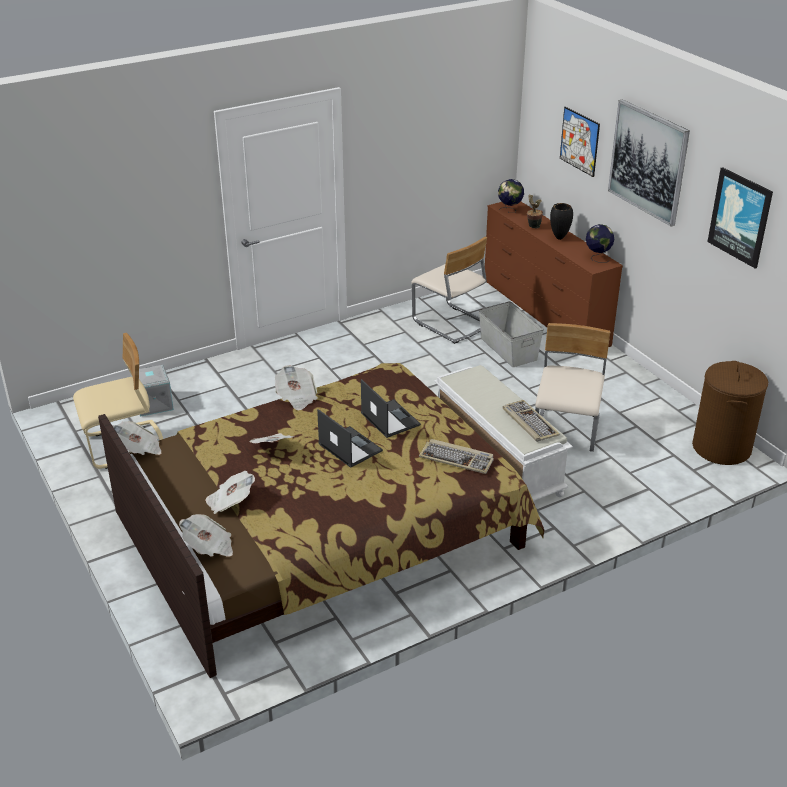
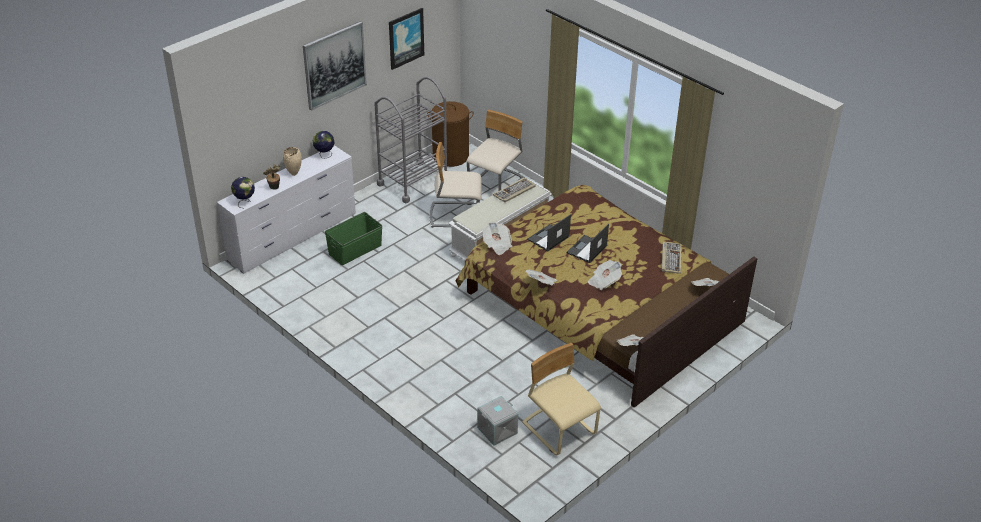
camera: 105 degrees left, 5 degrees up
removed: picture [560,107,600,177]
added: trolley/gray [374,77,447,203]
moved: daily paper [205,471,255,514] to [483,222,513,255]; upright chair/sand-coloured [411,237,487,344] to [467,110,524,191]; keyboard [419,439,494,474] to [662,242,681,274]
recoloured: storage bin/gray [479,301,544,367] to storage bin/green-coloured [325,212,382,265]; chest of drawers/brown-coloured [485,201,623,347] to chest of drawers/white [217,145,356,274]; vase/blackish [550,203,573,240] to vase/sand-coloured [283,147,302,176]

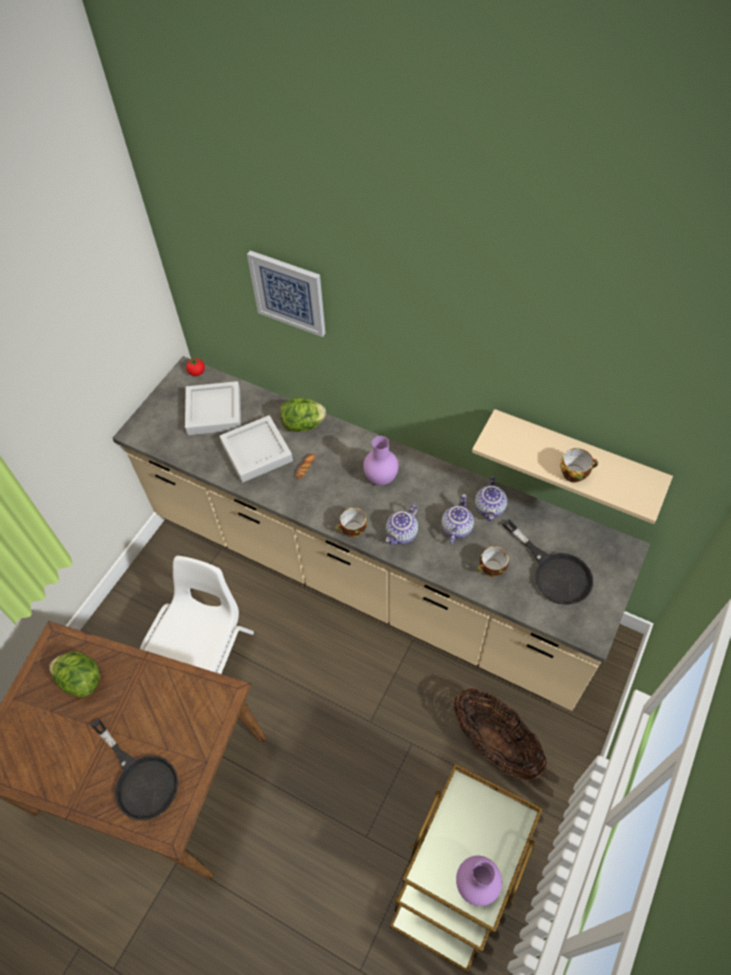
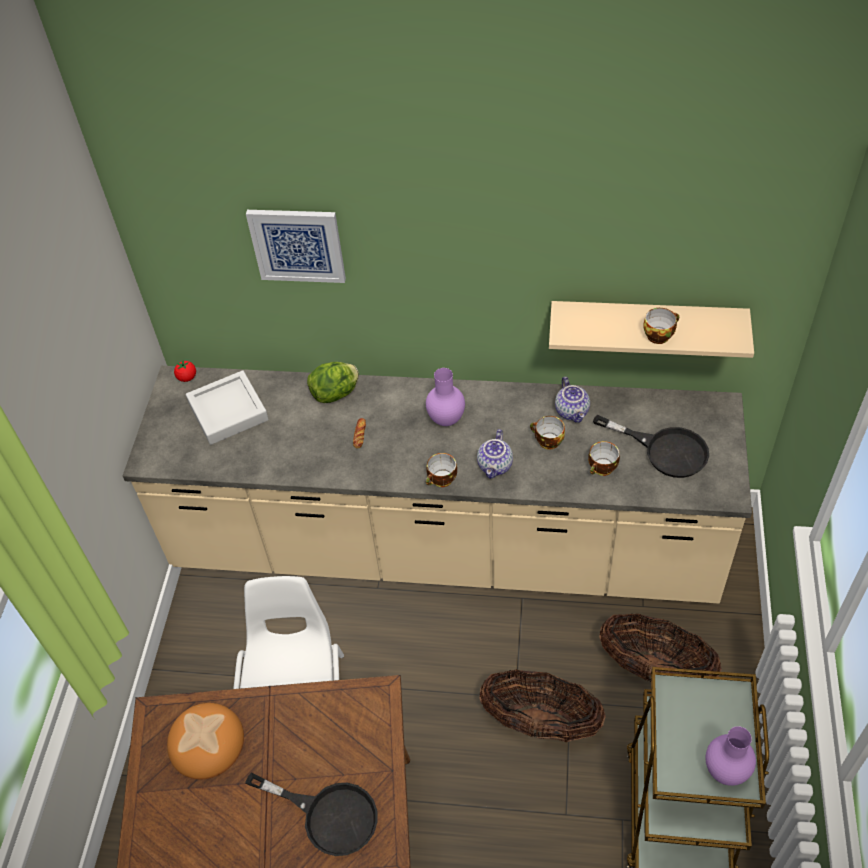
camera: 20 degrees left, 5 degrees down
removed: serving tray/gray [219,415,293,483]
added: basket [479,669,606,742]
replaced: lettuce head [49,652,100,698] to baked bread [167,703,244,779]; pot for tea [441,494,474,544] to small cup [530,416,565,450]

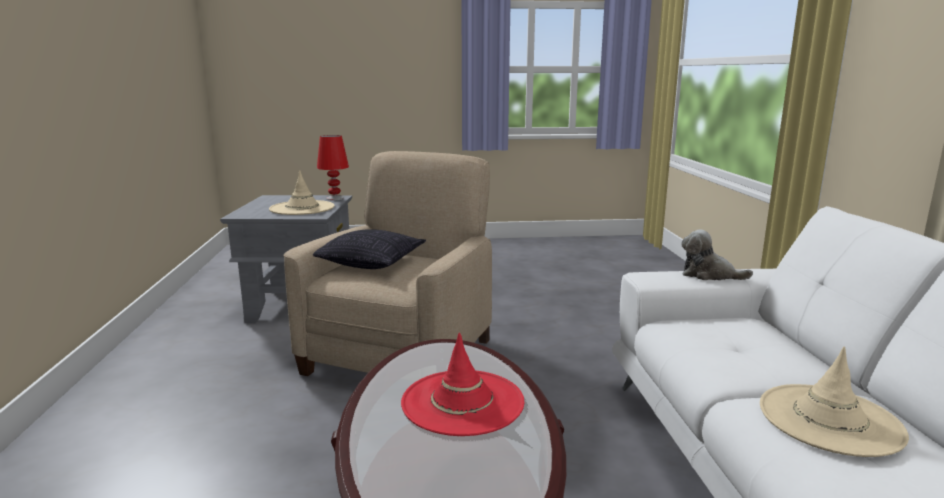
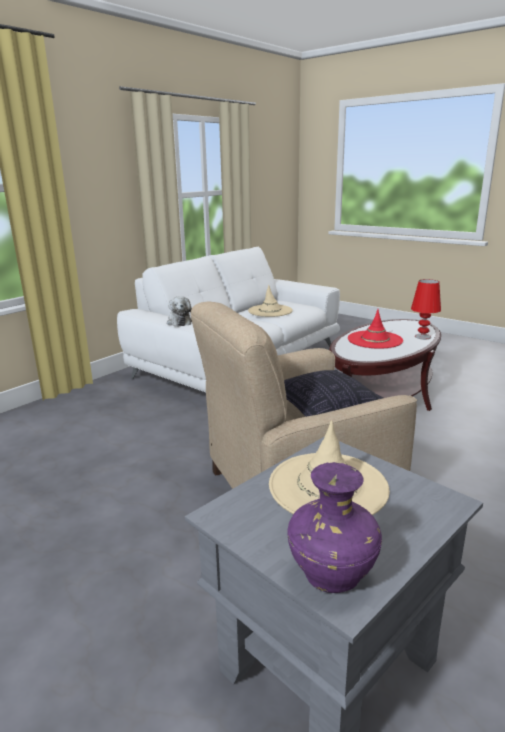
camera: 135 degrees left, 5 degrees up
added: vase/purple [287,462,382,593]
moved: tabletop lamp/red [317,135,349,200] to [411,279,441,340]

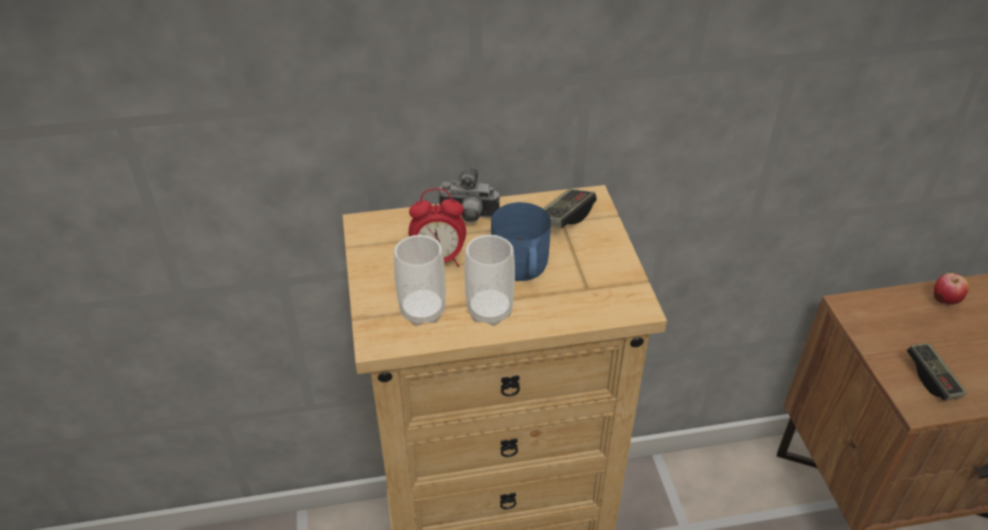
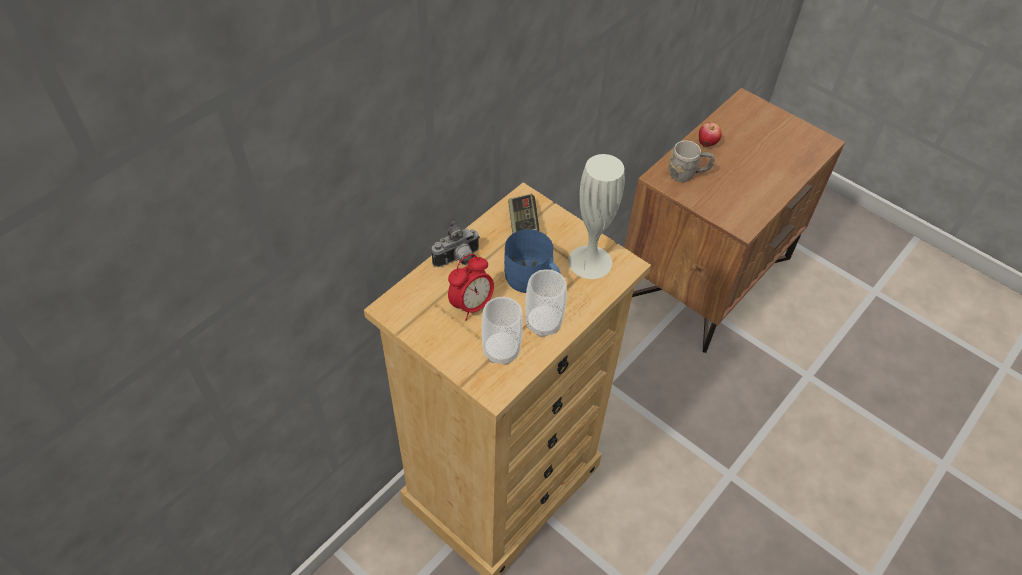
camera: 40 degrees left, 10 degrees up
removed: game controller [907,343,967,401]
added: vase/white [568,154,625,279]; tea mug/gray [668,140,715,182]

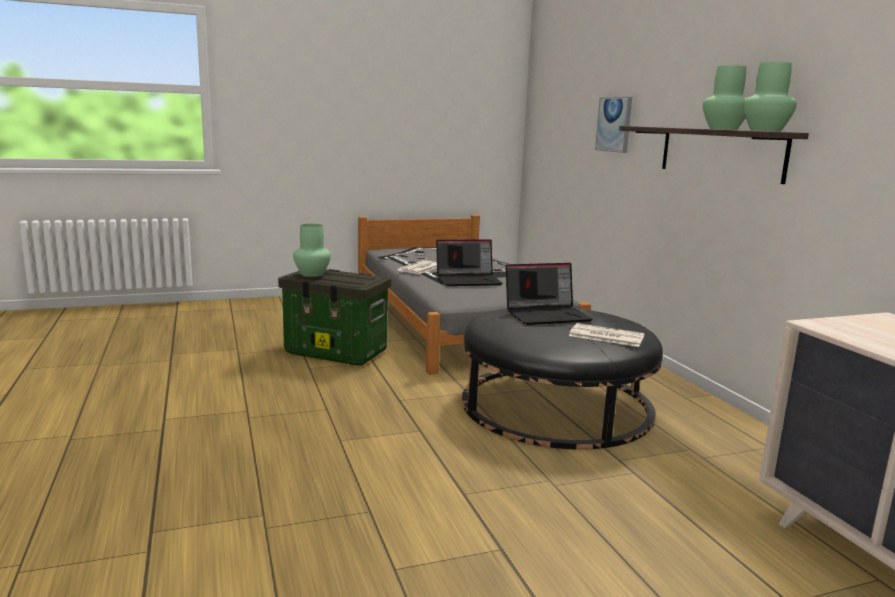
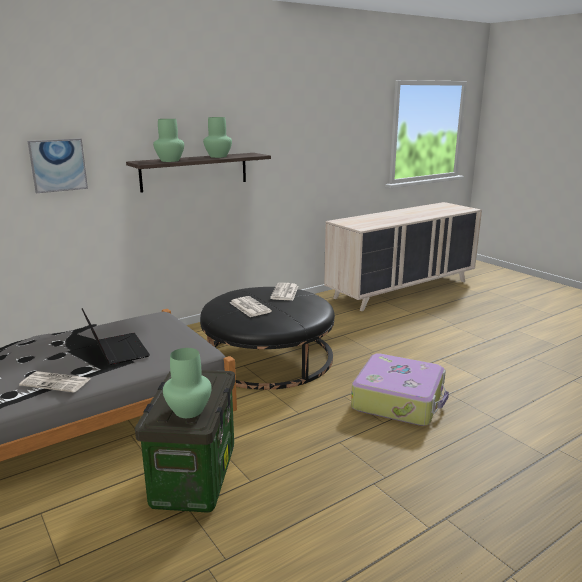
camera: 105 degrees left, 5 degrees up
added: travel case [351,353,449,426]
moved: vase/green-coloured [743,62,797,132] to [153,119,184,162]
replaced: laptop [506,263,593,325] to daily paper [230,296,272,317]

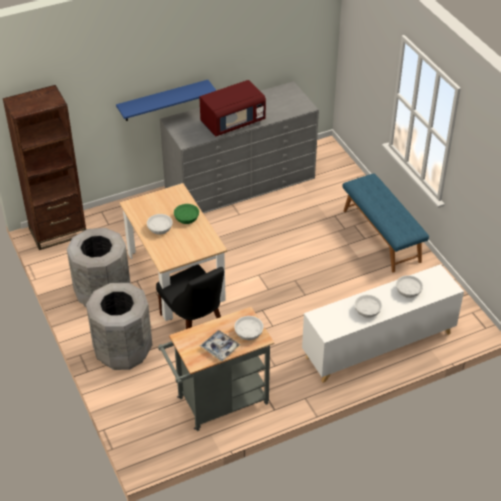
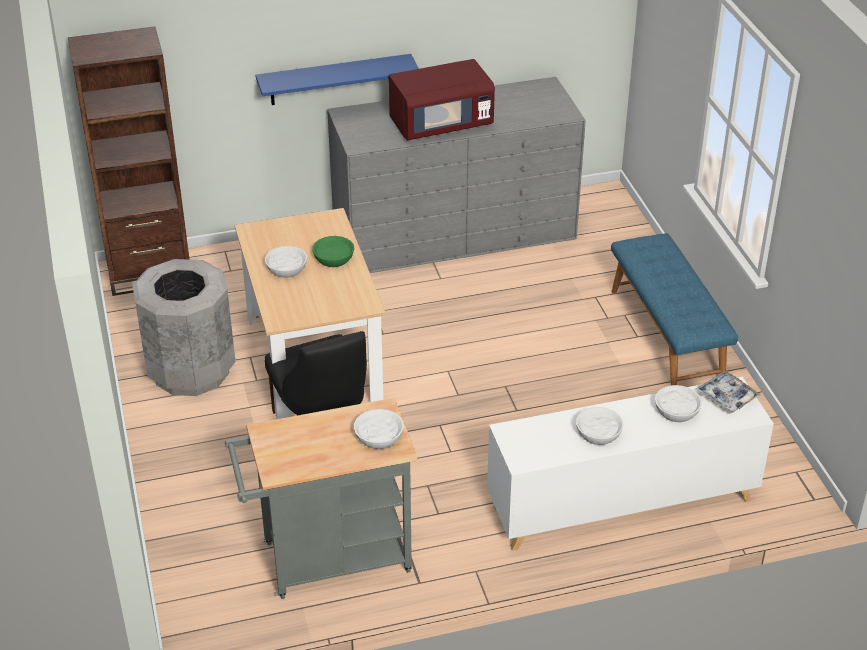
camera: 10 degrees right, 5 degrees down
removed: waste bin/gray [86,283,152,370]
moved: serving tray [200,330,241,361] to [696,371,761,413]

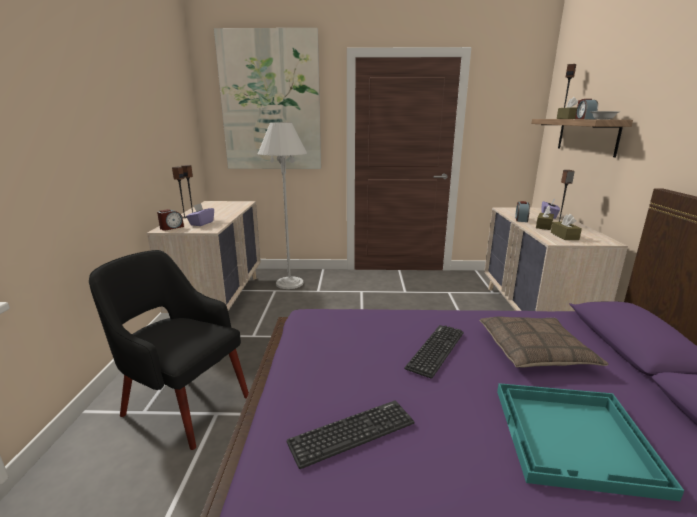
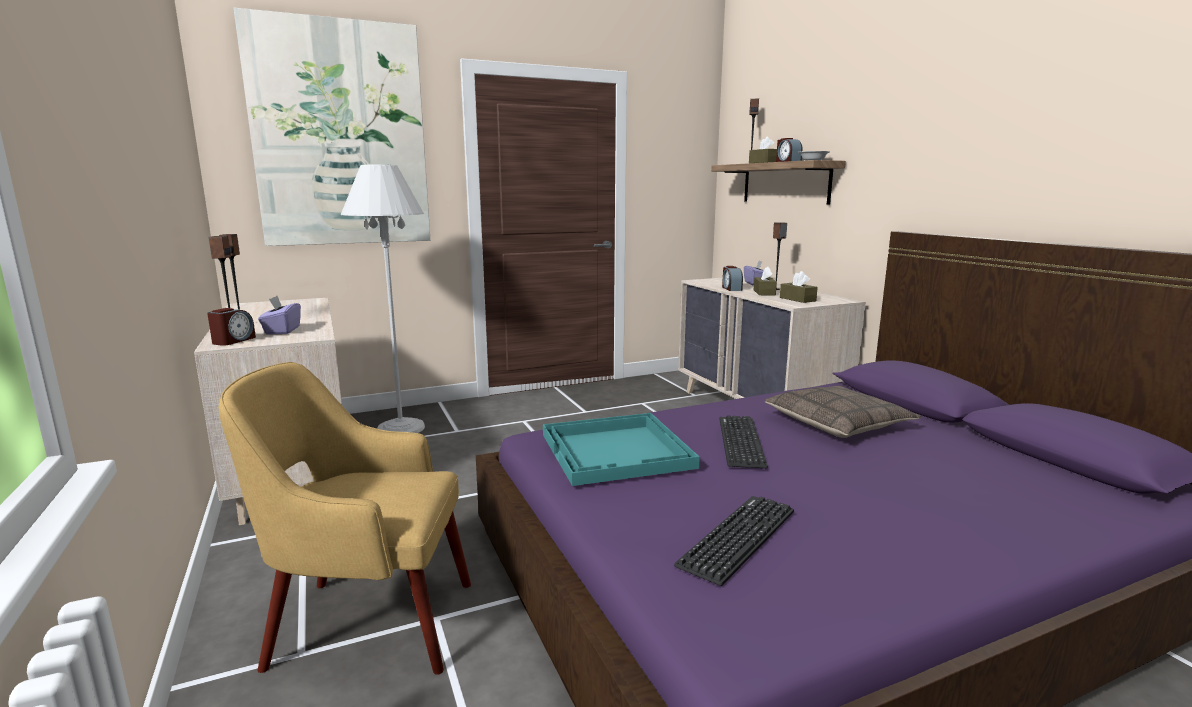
camera: 25 degrees left, 5 degrees down
moved: serving tray/turquoise [497,383,684,501] to [543,413,700,486]
recoloured: lounge chair/blackish [89,250,249,450] to lounge chair/yellow-coloured [219,362,471,675]

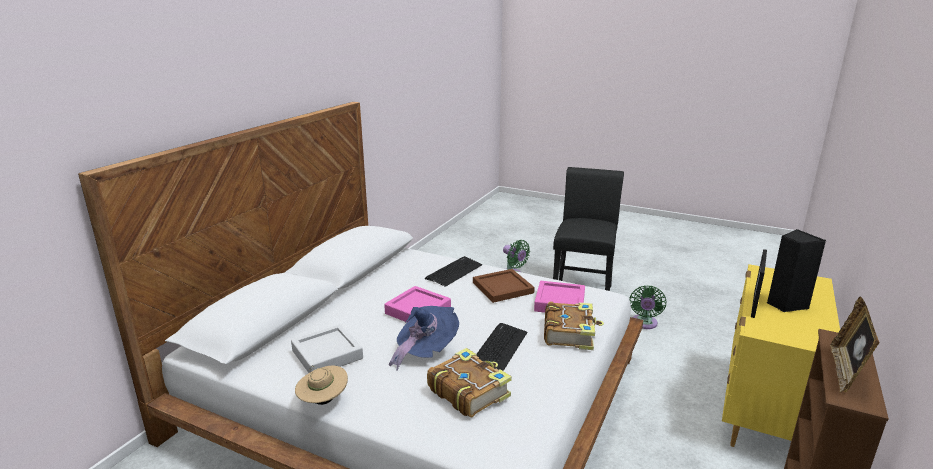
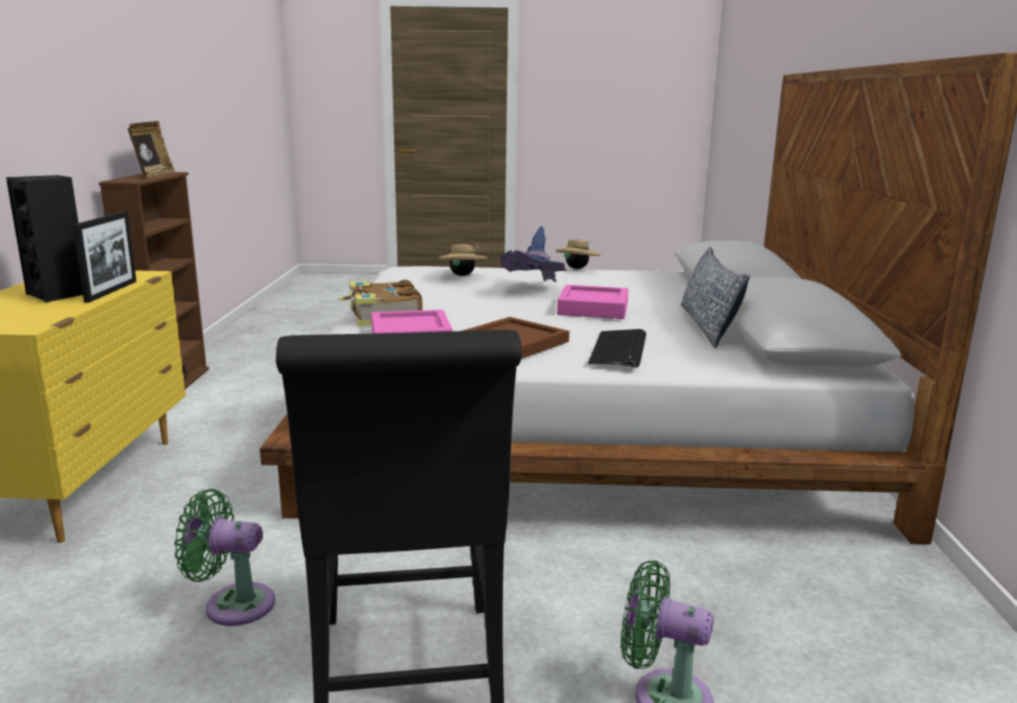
camera: 155 degrees right, 5 degrees down
removed: serving tray/gray [291,324,363,373]; keyboard [477,323,527,371]
added: cushion [681,247,750,348]
replaced: bound book [427,348,512,417] to hat/sand-coloured [439,243,487,276]
turned: cooling fan/green-coloured [630,285,666,329] = [174,489,275,626] 75 degrees counterclockwise

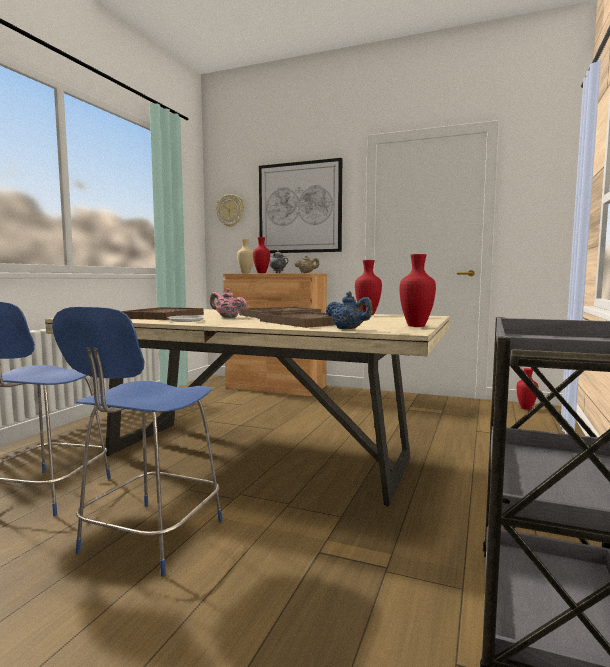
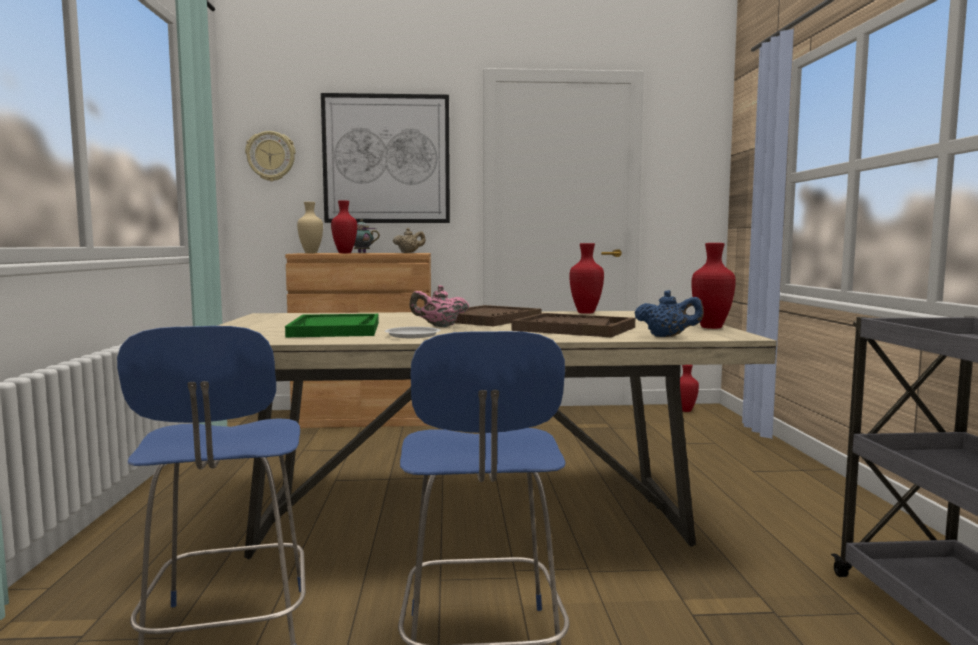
camera: 25 degrees left, 0 degrees up
recoloured: serving tray/brown-coloured [121,307,204,320] to serving tray/green-coloured [285,314,379,337]

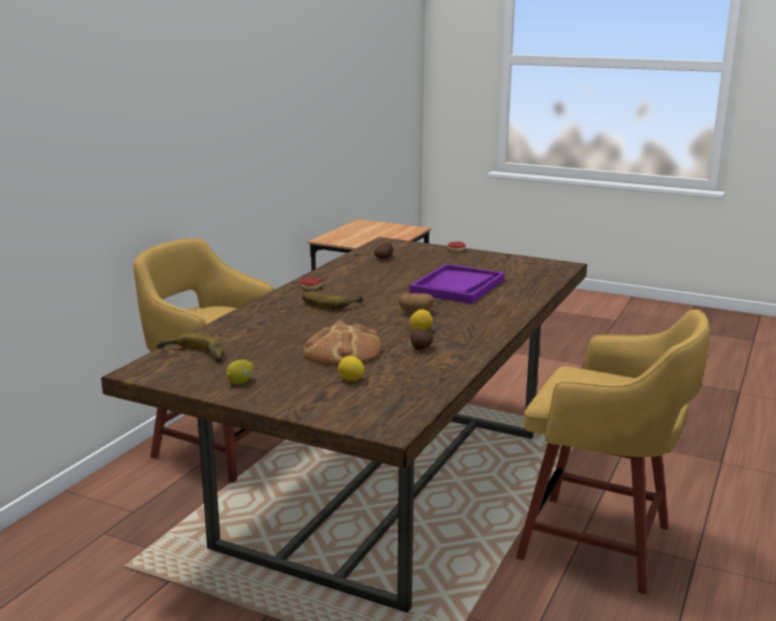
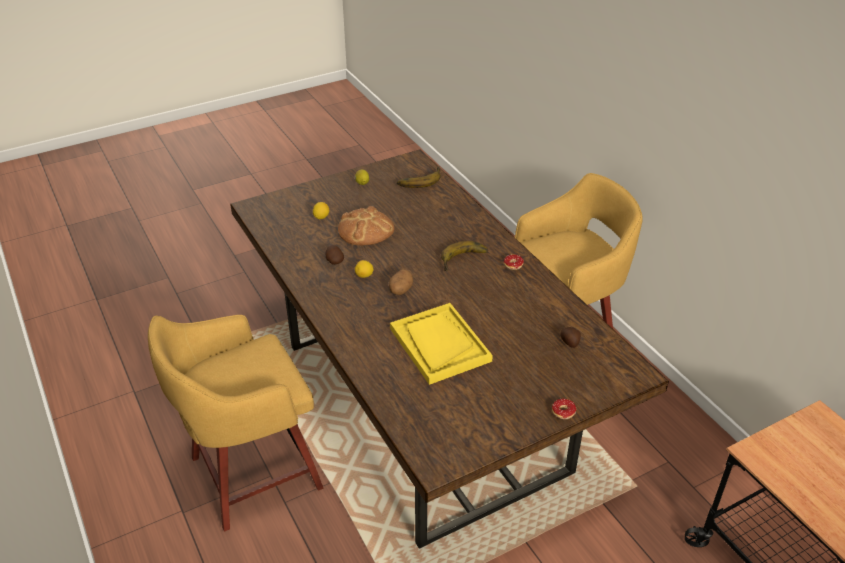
camera: 125 degrees right, 20 degrees up
recoloured: serving tray/purple [409,264,505,304] to serving tray/yellow-coloured [390,303,493,385]

